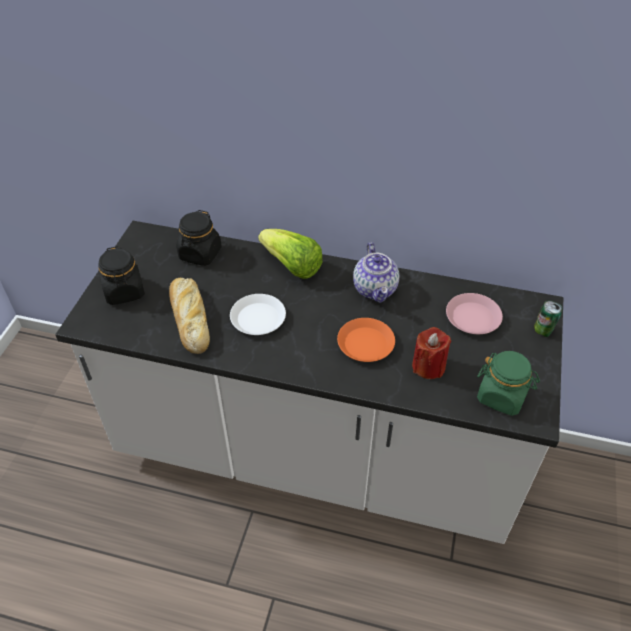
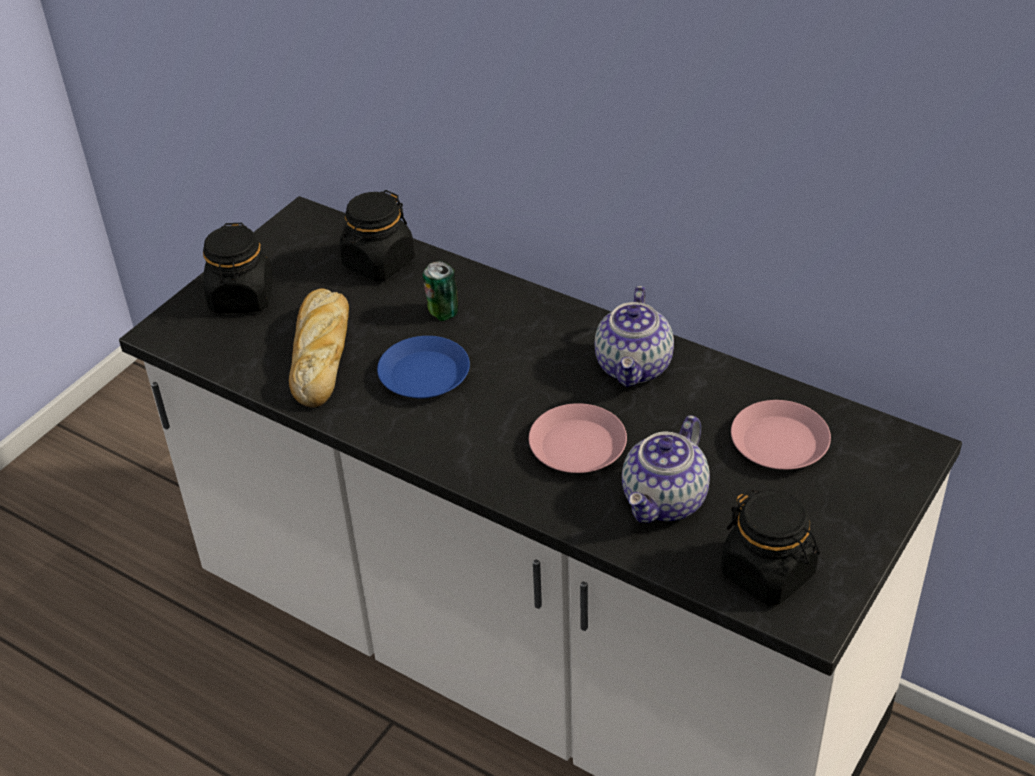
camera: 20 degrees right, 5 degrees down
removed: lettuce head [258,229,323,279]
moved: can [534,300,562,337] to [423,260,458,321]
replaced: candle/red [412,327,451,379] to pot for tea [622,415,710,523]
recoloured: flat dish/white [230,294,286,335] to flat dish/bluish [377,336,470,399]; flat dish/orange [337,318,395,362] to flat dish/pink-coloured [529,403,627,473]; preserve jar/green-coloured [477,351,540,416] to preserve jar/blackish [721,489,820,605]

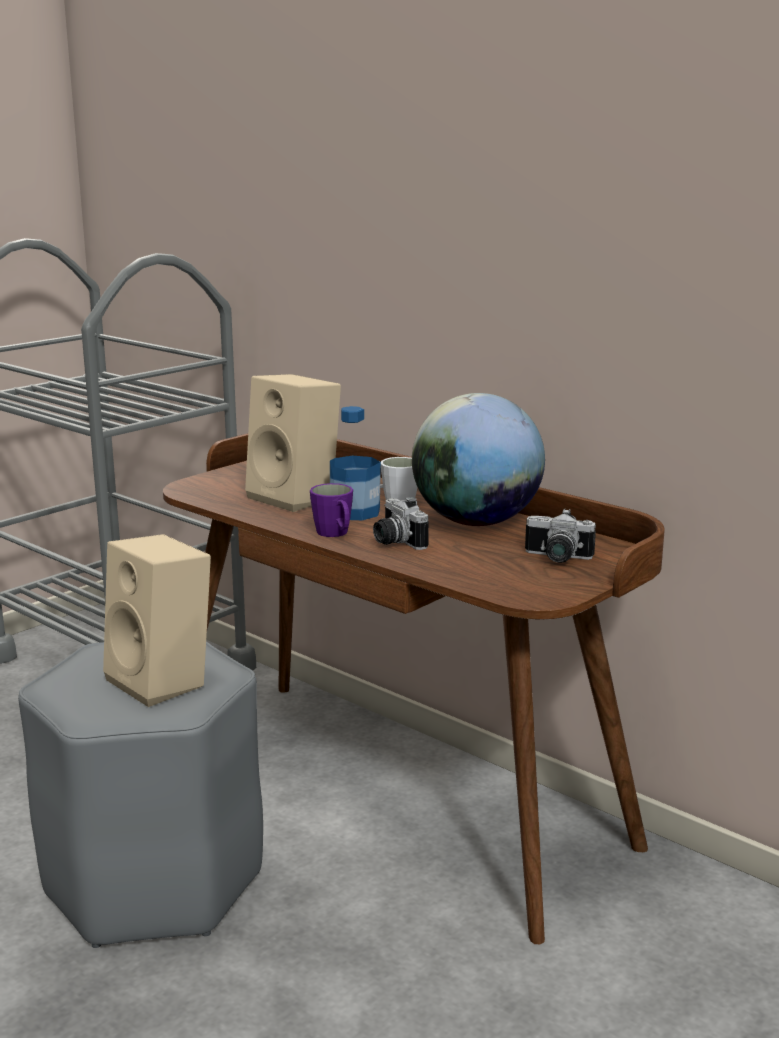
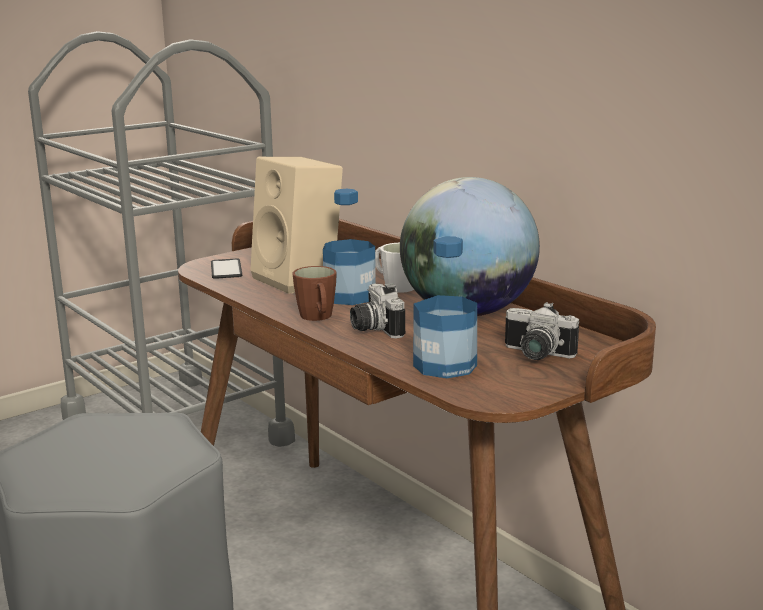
camera: 10 degrees right, 0 degrees up
removed: speaker/sand-coloured [103,534,211,707]
added: handset [211,259,242,279]; bottle [413,236,477,378]
recoloured: tea mug/purple [310,483,353,537] to tea mug/brown-coloured [293,266,337,321]

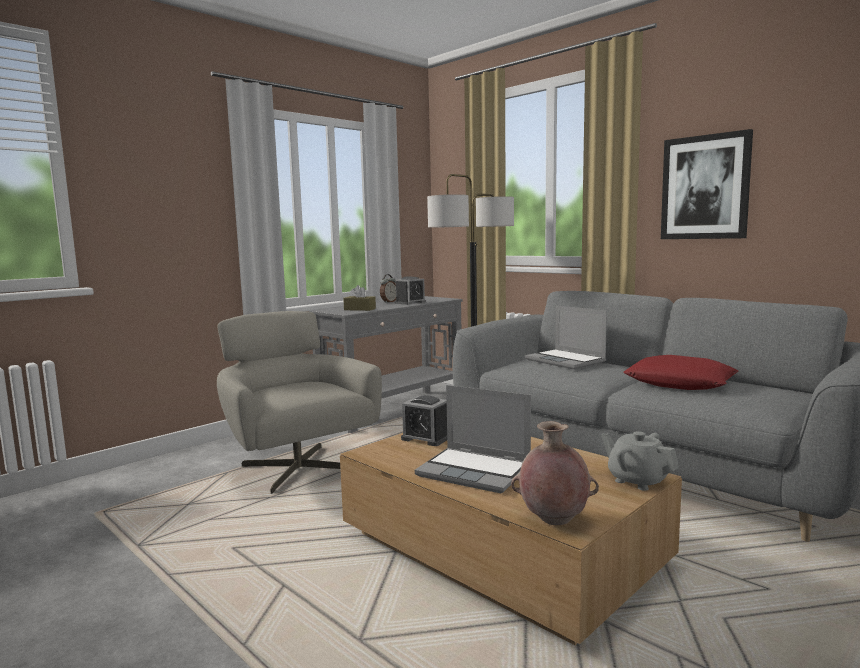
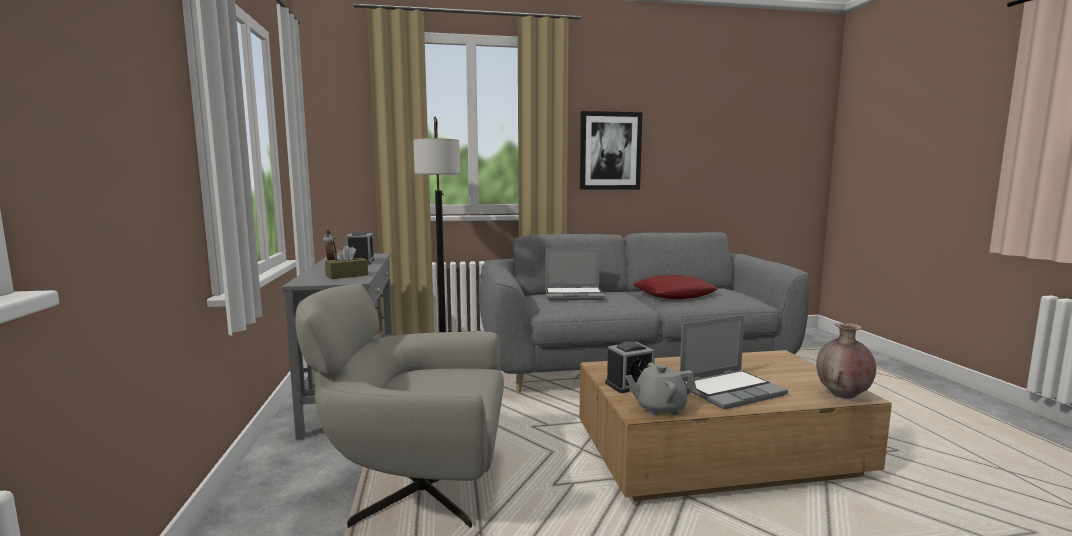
camera: 55 degrees left, 0 degrees up
moved: pot for tea/gray [601,431,679,491] to [625,363,696,416]

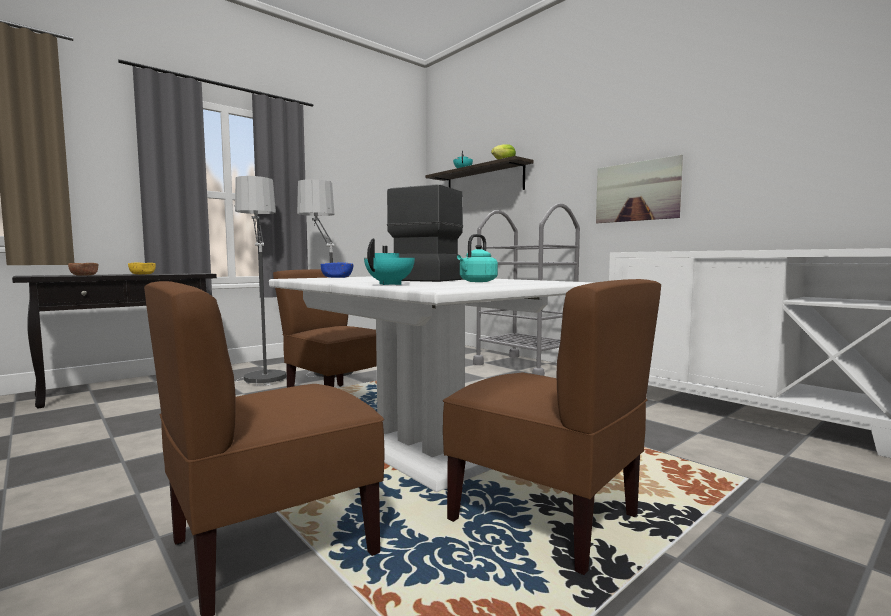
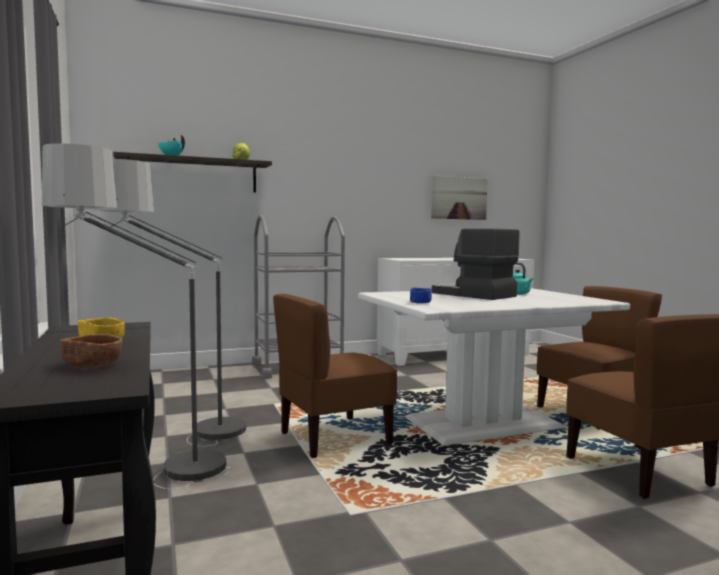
camera: 70 degrees left, 0 degrees up
removed: pot for tea/turquoise [364,238,415,285]
moved: picture [596,155,683,223] to [431,175,488,220]

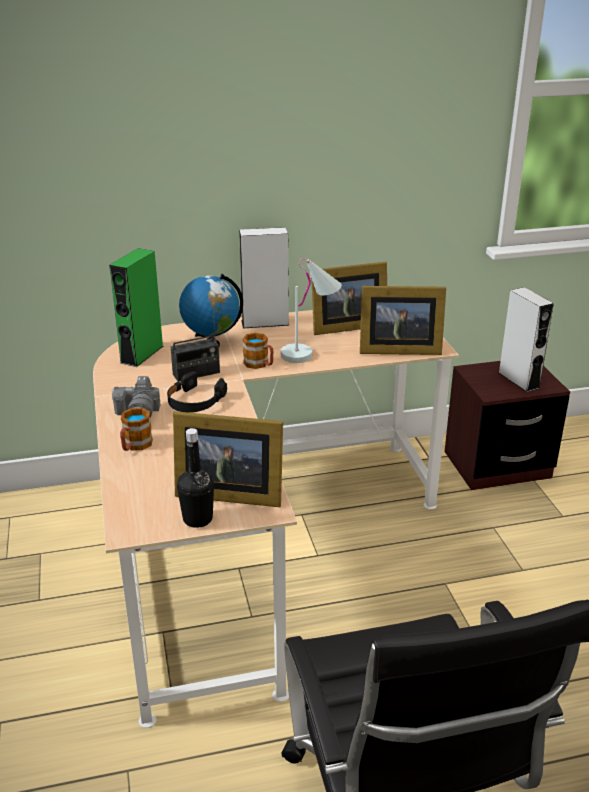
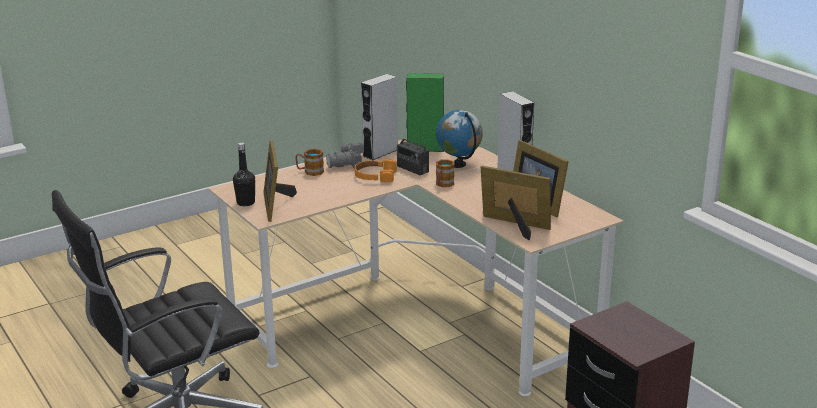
camera: 70 degrees right, 5 degrees down
removed: tabletop lamp/white [281,258,342,363]
moved: speaker/gray [499,287,554,392] to [361,74,398,160]
recoloured: headset/blackish [167,371,227,413] to headset/orange [355,159,397,183]
turned: picture frame [360,286,446,355] = [481,166,551,240] 135 degrees clockwise

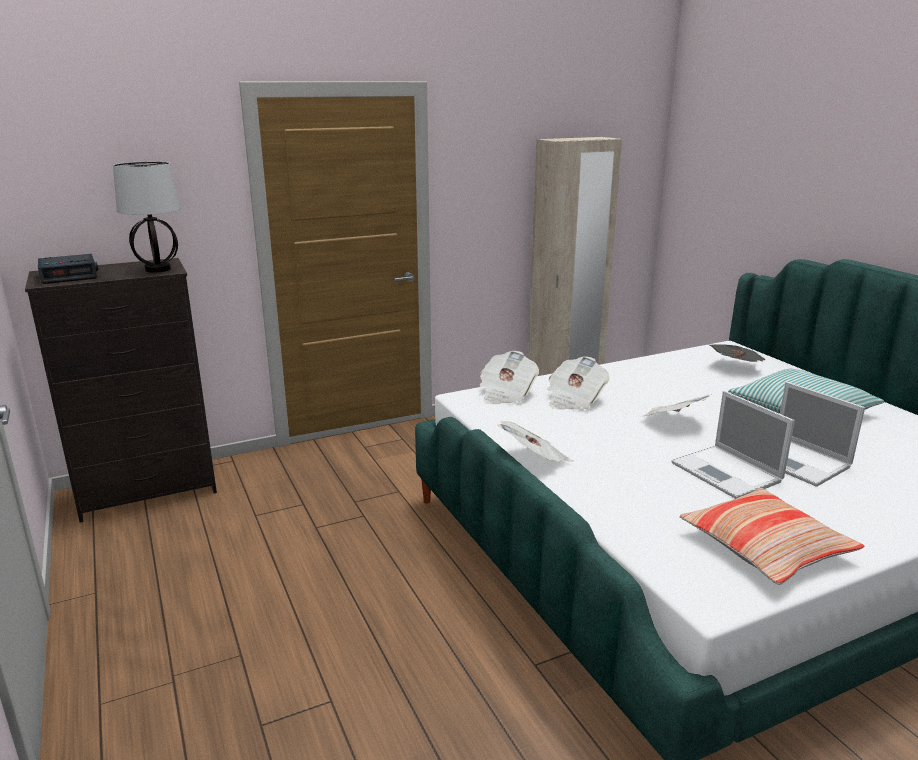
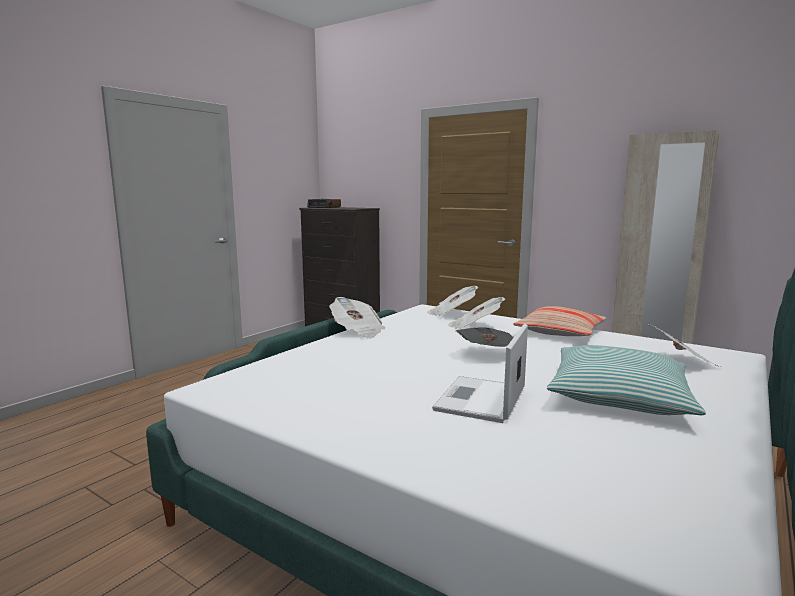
camera: 60 degrees right, 10 degrees down
removed: tabletop lamp [113,161,180,273]; laptop [672,391,795,499]
moved: cushion [679,488,864,585] to [513,306,607,336]

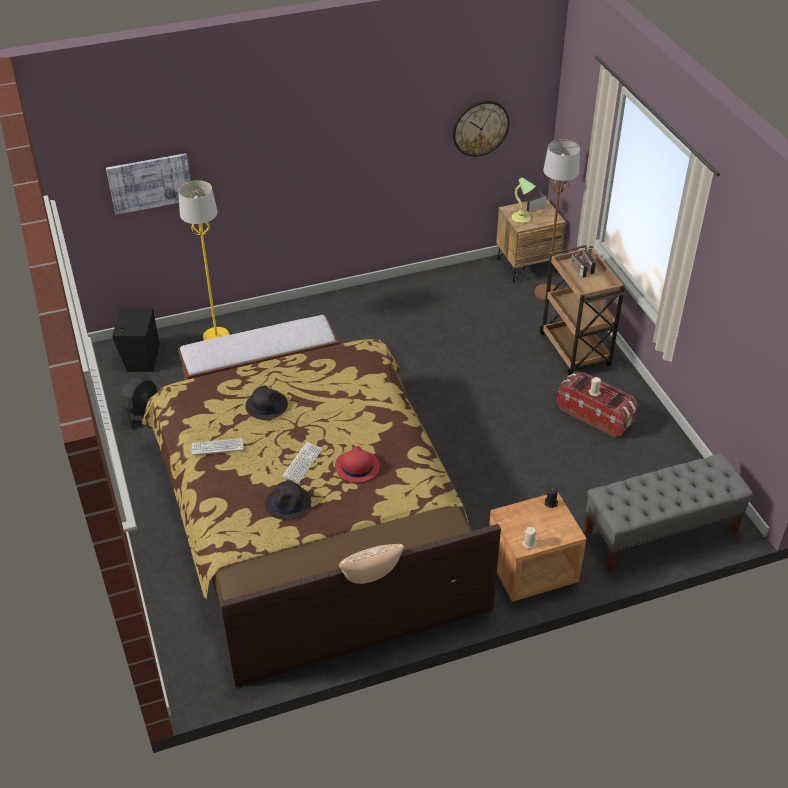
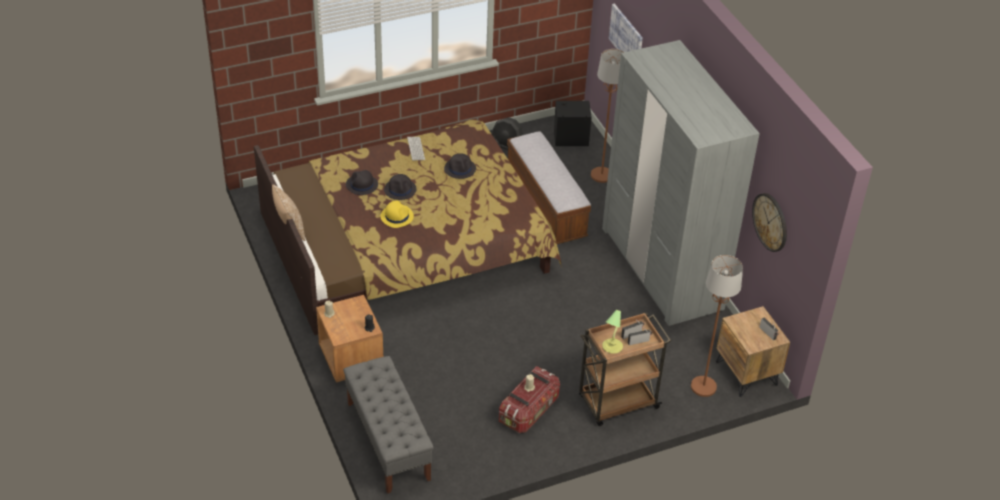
camera: 85 degrees right, 0 degrees up
added: armoire/gray [602,40,760,326]
moved: tabletop lamp [512,177,535,223] to [602,310,623,354]
replaced: keyboard [282,442,323,483] to hat/blackish [384,174,417,200]
recoloured: standard lamp/yellow-coloured [179,180,230,340] to standard lamp/brown-coloured [591,49,623,183]; hat/red [335,446,380,483] to hat/yellow-coloured [380,201,414,228]

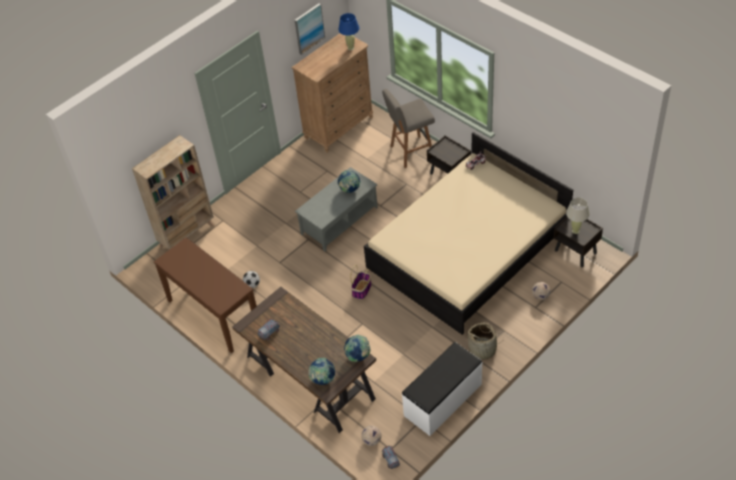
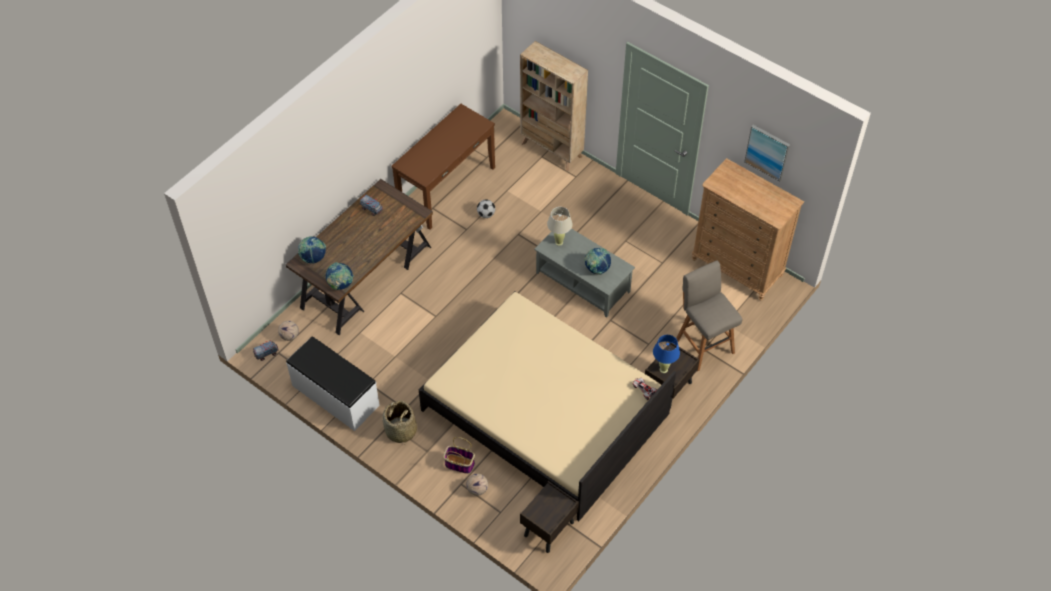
camera: 80 degrees right, 5 degrees up
moved: tabletop lamp/bluish [338,13,359,50] to [653,335,680,373]; basket [350,265,371,300] to [444,437,475,474]; tabletop lamp/sand-coloured [566,197,590,234] to [547,207,573,246]

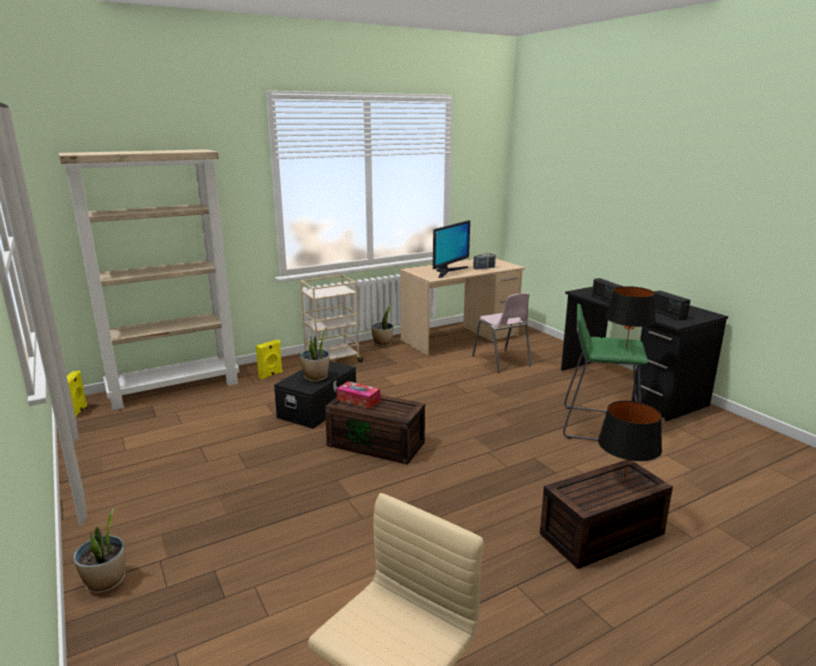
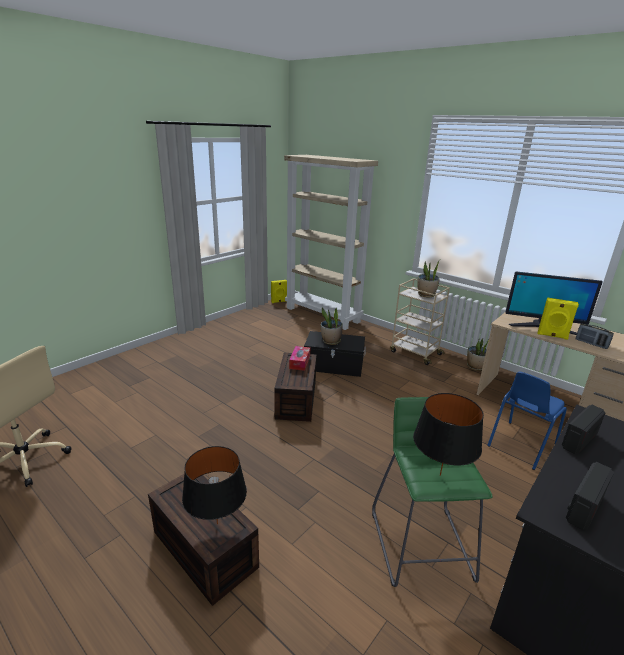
camera: 70 degrees right, 5 degrees up
moved: houseplant [73,508,125,593] to [418,261,440,297]; speaker/yellow-coloured [256,339,283,379] to [537,297,579,340]
recoloured: upright chair/pink-coloured [472,293,531,373] to upright chair/bluish [487,371,567,470]

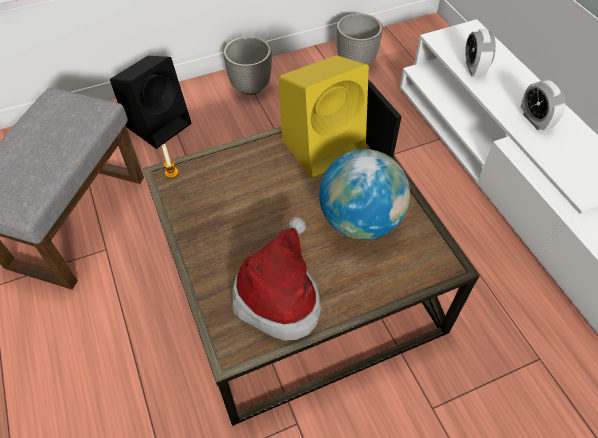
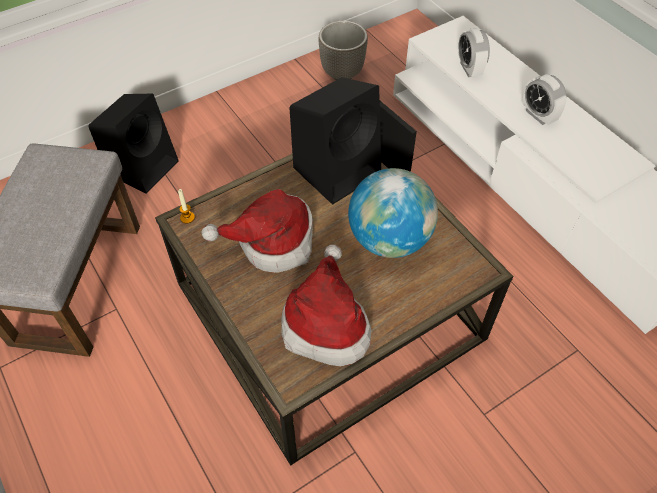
camera: 10 degrees left, 0 degrees up
removed: plant pot [224,37,272,95]
added: hat [202,189,313,273]
recoloured: speaker/yellow-coloured [279,55,369,179] to speaker/blackish [290,77,381,205]

